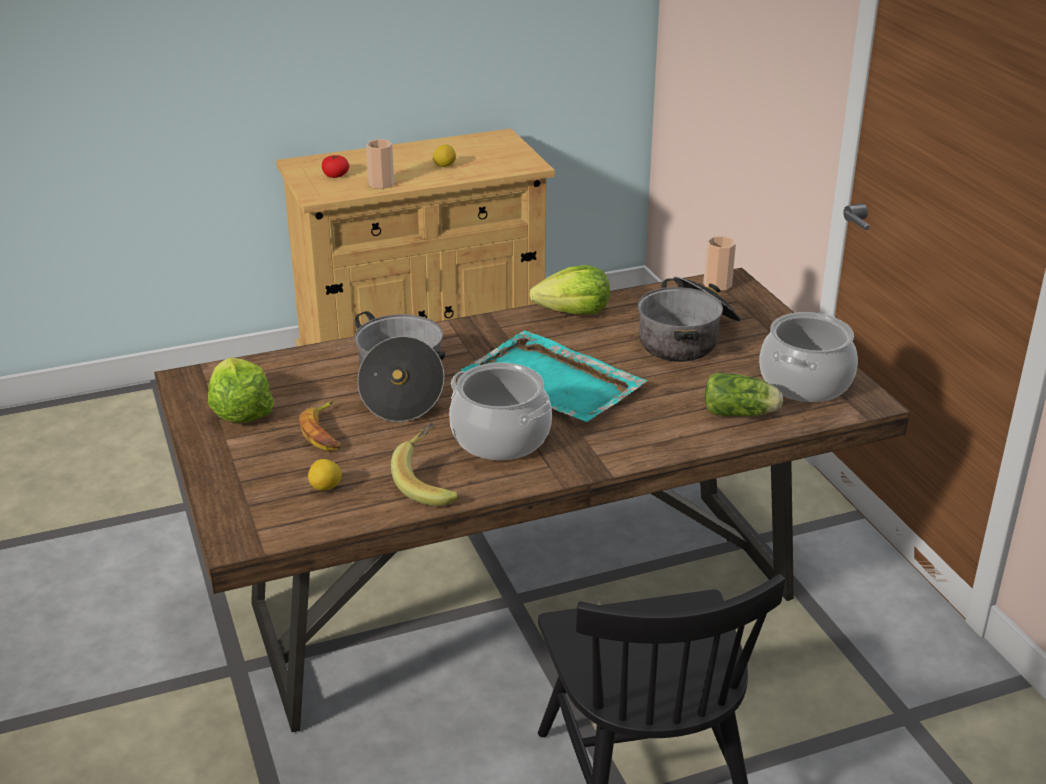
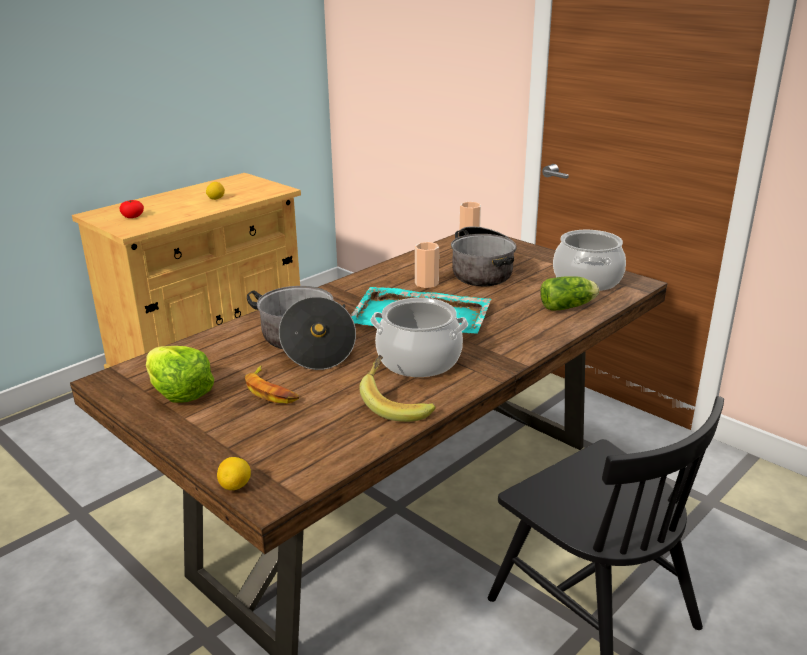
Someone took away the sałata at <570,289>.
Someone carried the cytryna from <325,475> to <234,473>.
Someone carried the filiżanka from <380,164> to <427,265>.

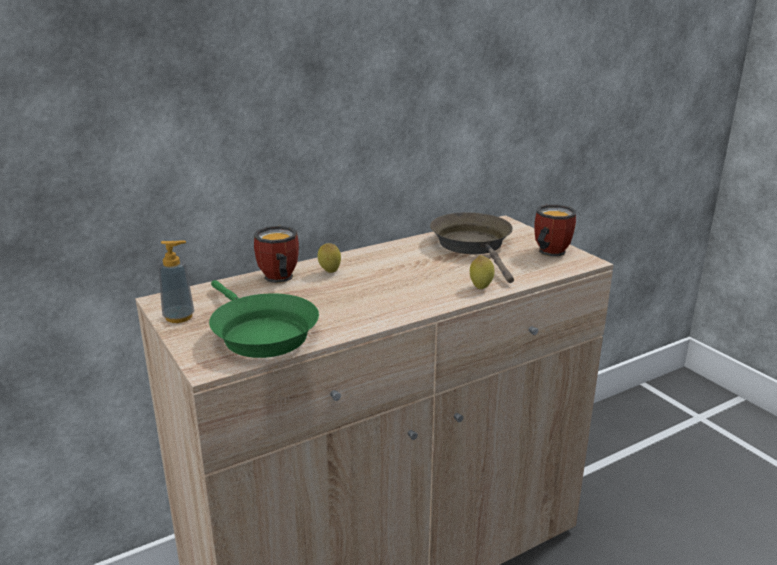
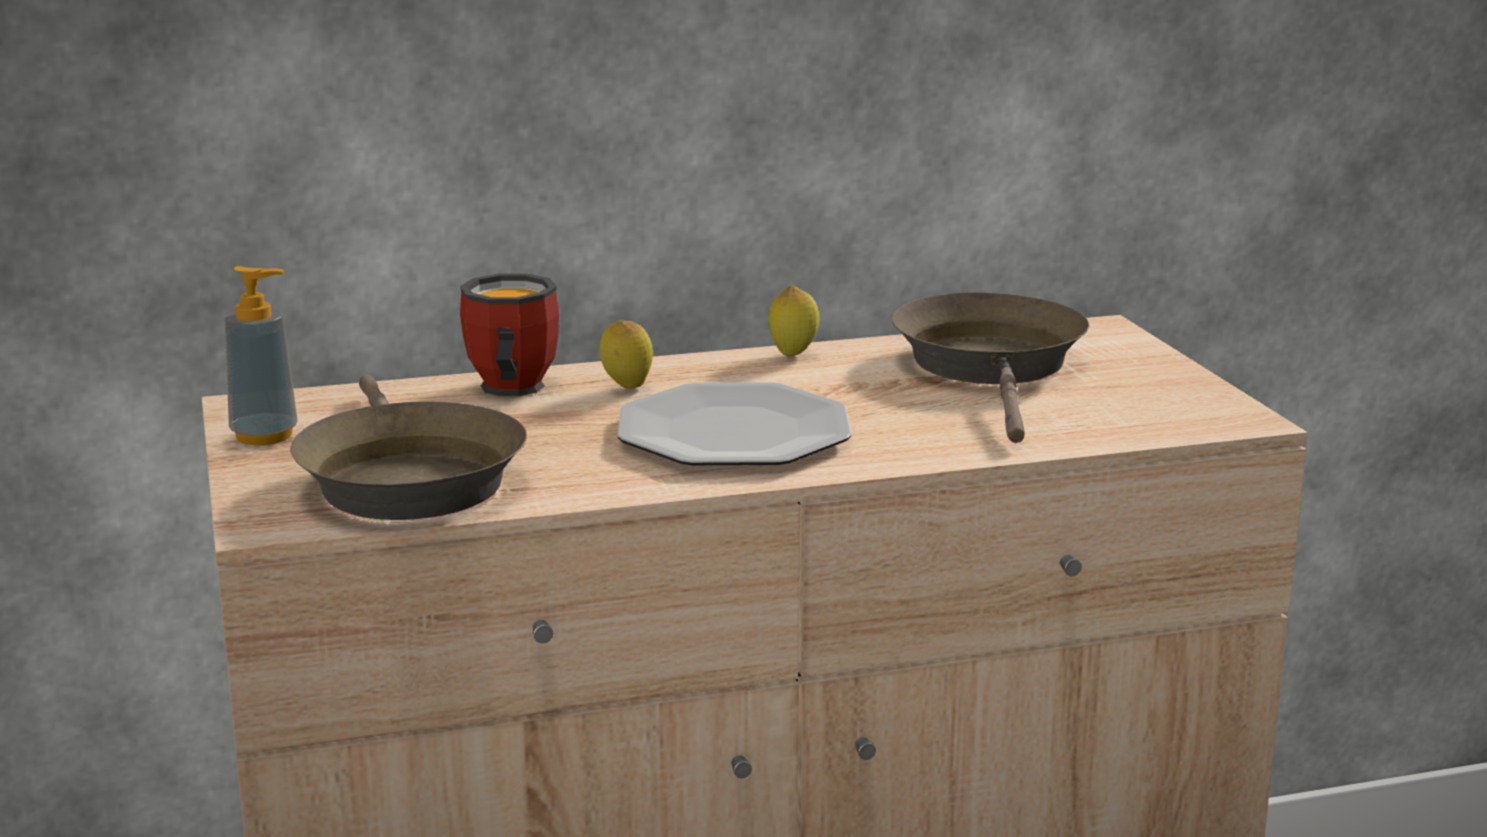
Someone took away the kubek at <556,230>.
Someone put down the talerz at <734,423>.
Someone carried the cytryna from <482,272> to <793,320>.
Someone repainted the patelnia/zielony at <264,319>, which became the patelnia/brązowy at <408,447>.

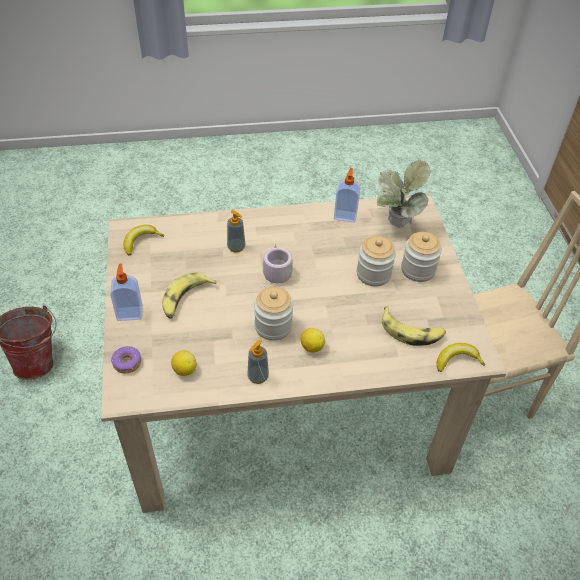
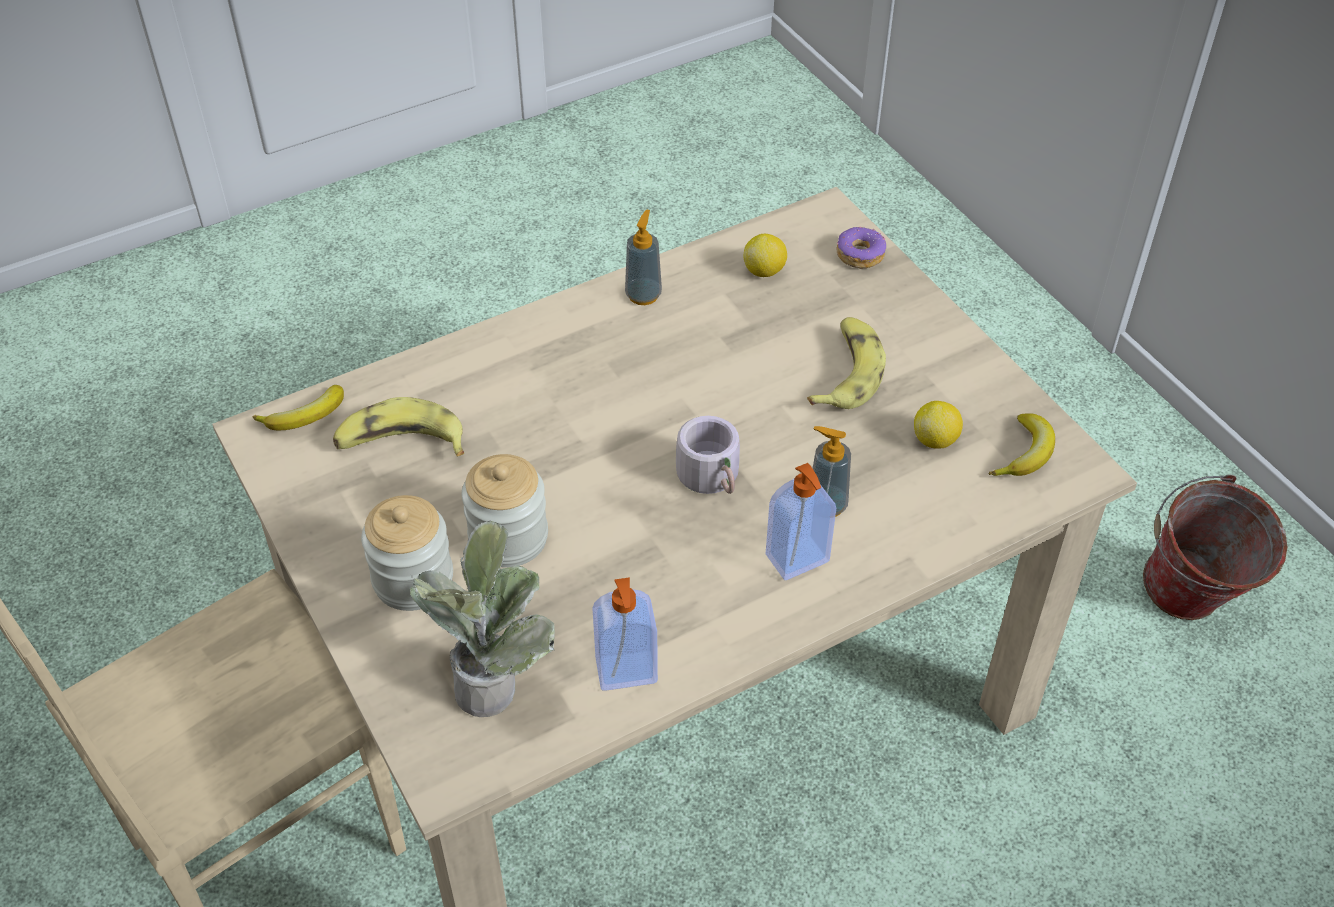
Someone took away the słoik at <273,314>.
Someone carried the dozownik mydła from <126,292> to <801,521>.
Someone carried the cytryna from <313,340> to <938,425>.

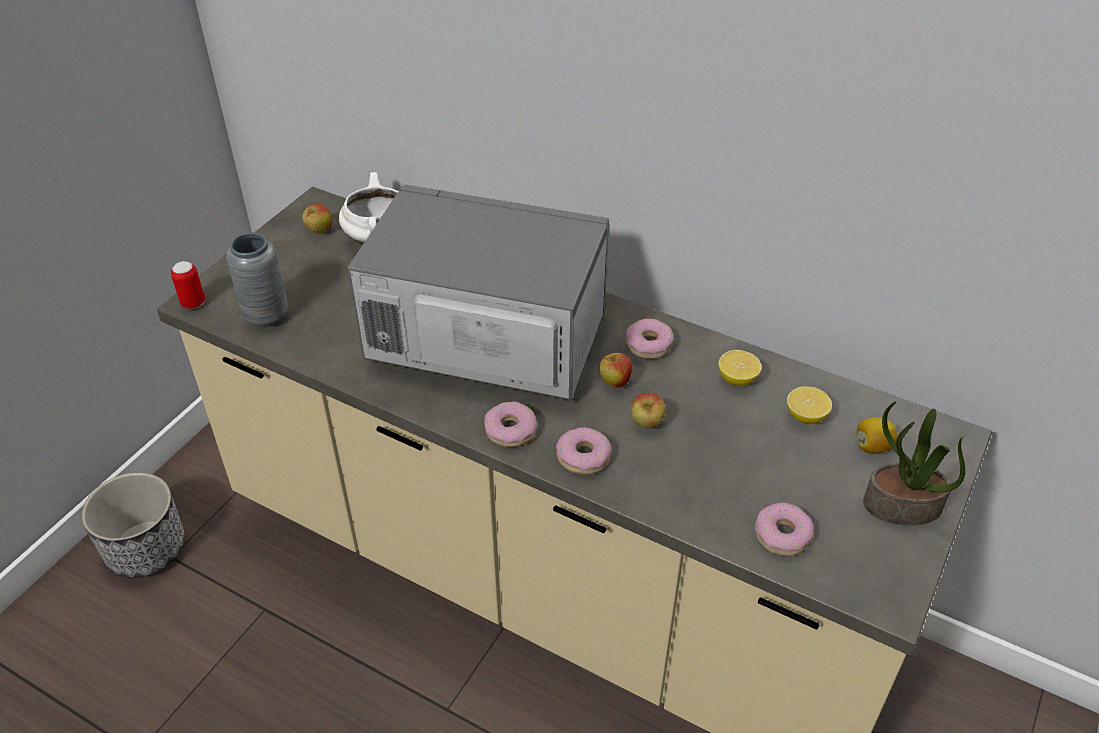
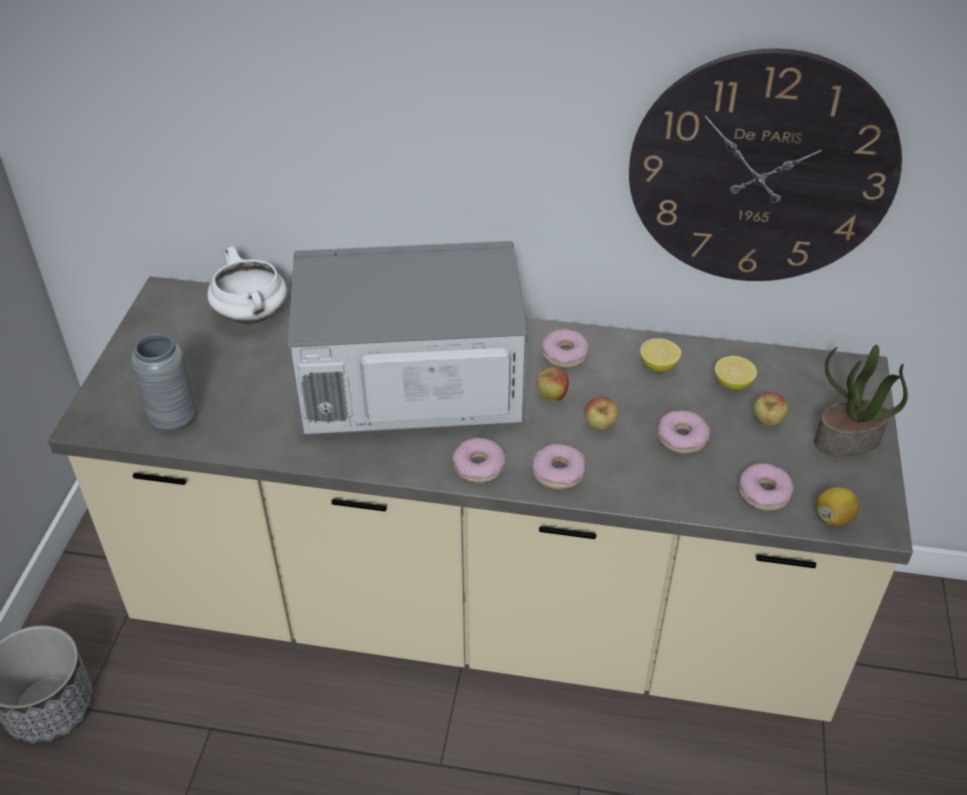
Someone took away the puszka at <188,285>.
Someone put up the zegar ścienny at <765,164>.
Someone put down the donut at <683,432>.
Someone carried the jabłko from <317,219> to <770,409>.
Someone carried the cytryna from <877,435> to <837,506>.

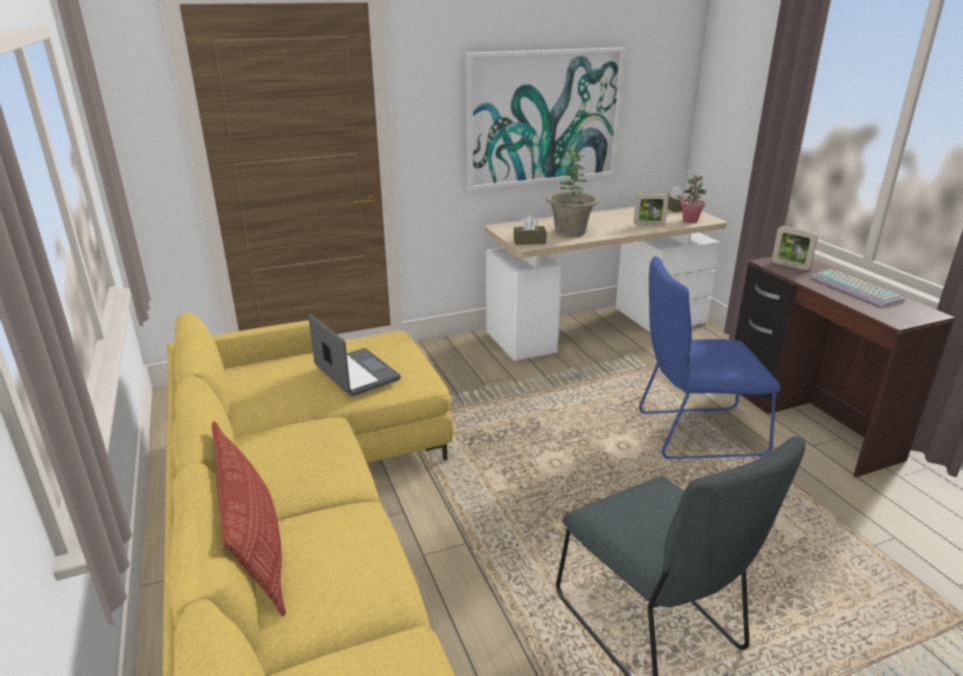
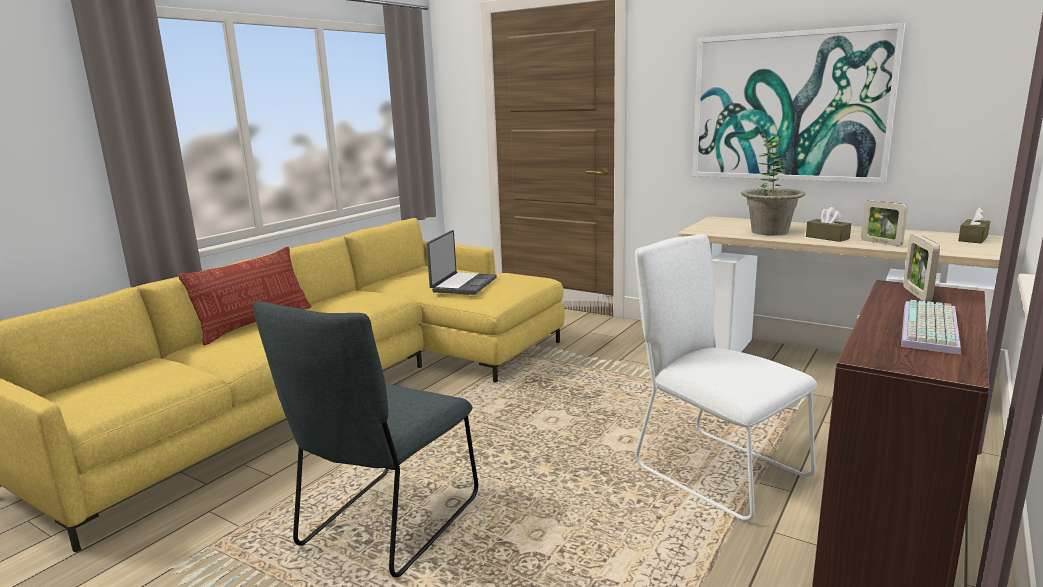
Someone took away the roślina doniczkowa at <693,199>.
Someone carried the pudełko chusteczek/brązowy from <530,230> to <828,224>.
Someone repainted the krzesło/niebieski at <710,357>, which became the krzesło/biały at <726,377>.

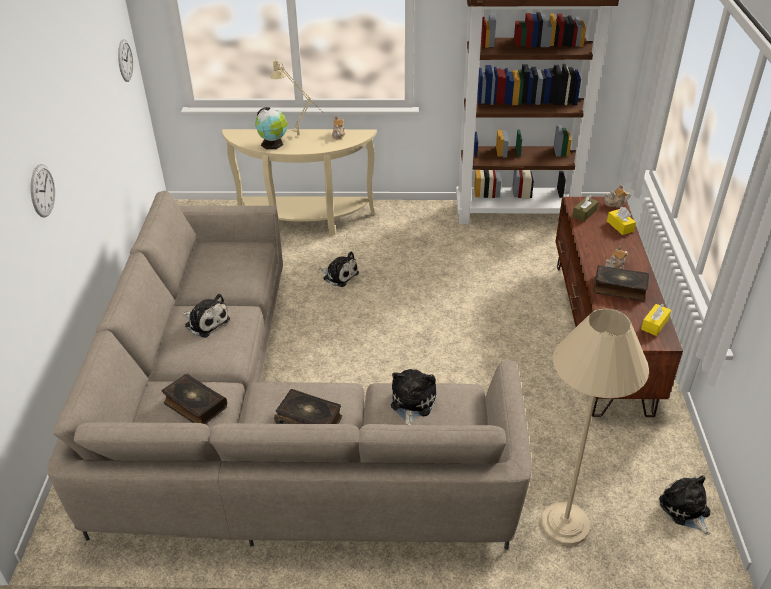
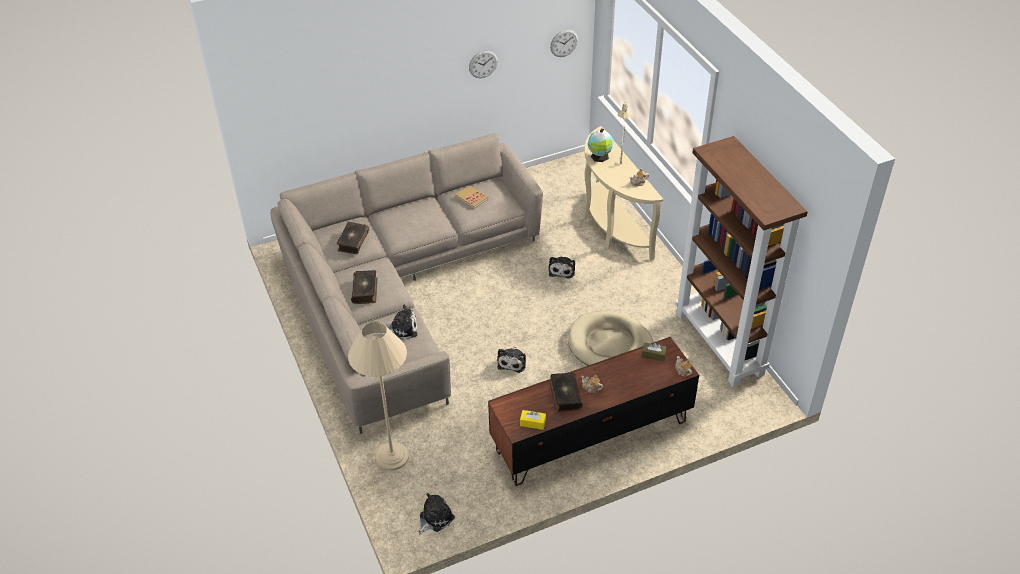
Someone took away the pudełko chusteczek/żółty at <621,221>.
Someone put down the książka at <471,197>.
Someone put down the legowisko/beżowy at <610,338>.
Someone carried the zegar ścienny from <43,191> to <483,64>.
Someone carried the pluszak from <206,316> to <511,359>.

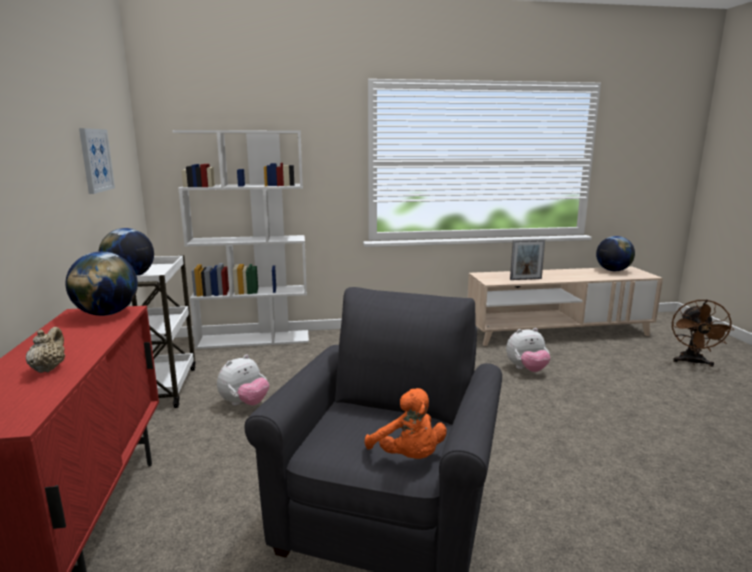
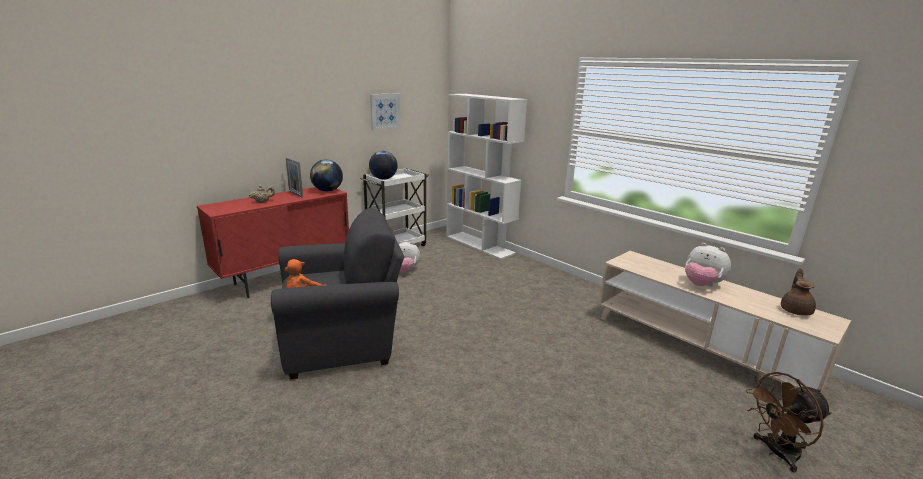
Someone carried the pluszak from <528,350> to <708,264>.
Someone carried the ramka na zdjęcie from <527,259> to <294,177>.
Someone swapped the globus at <615,253> for the imbryk/brązowy at <798,292>.

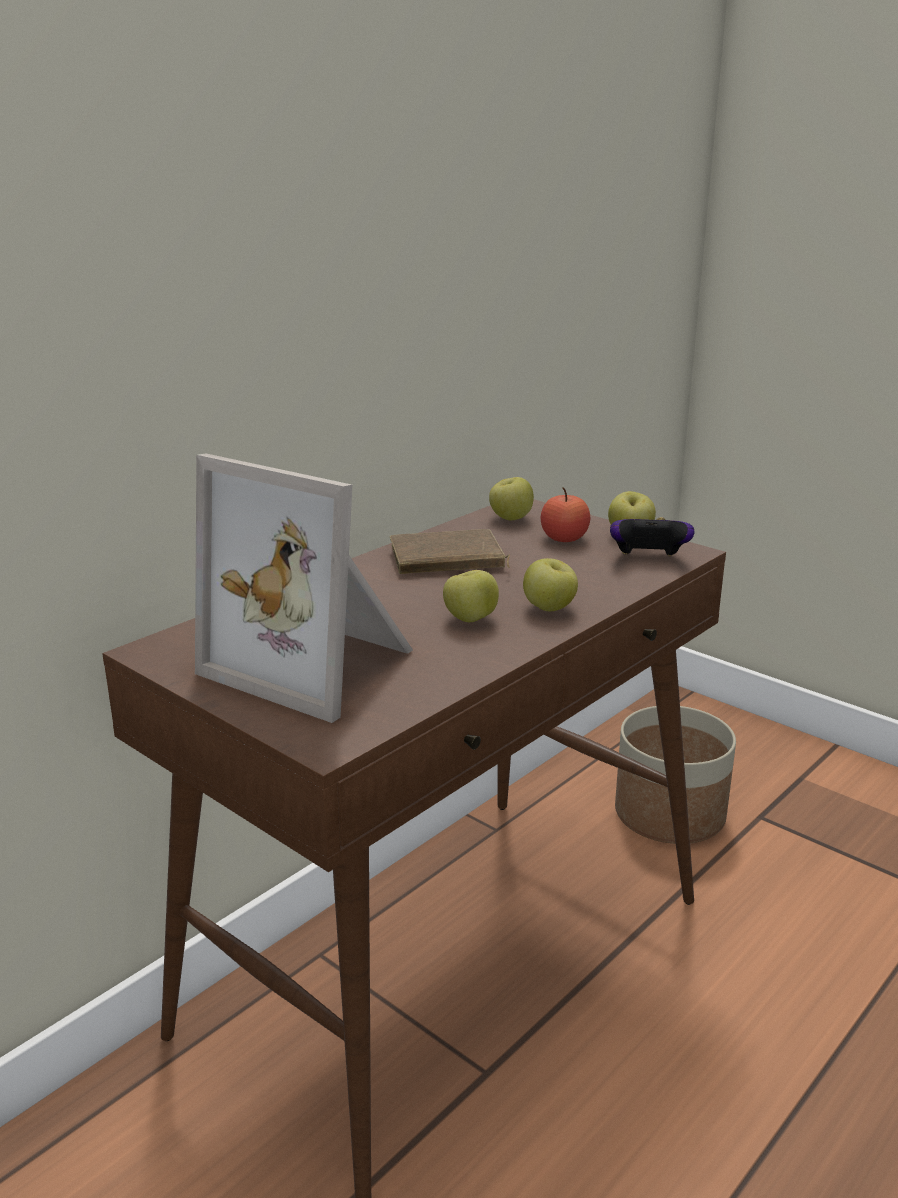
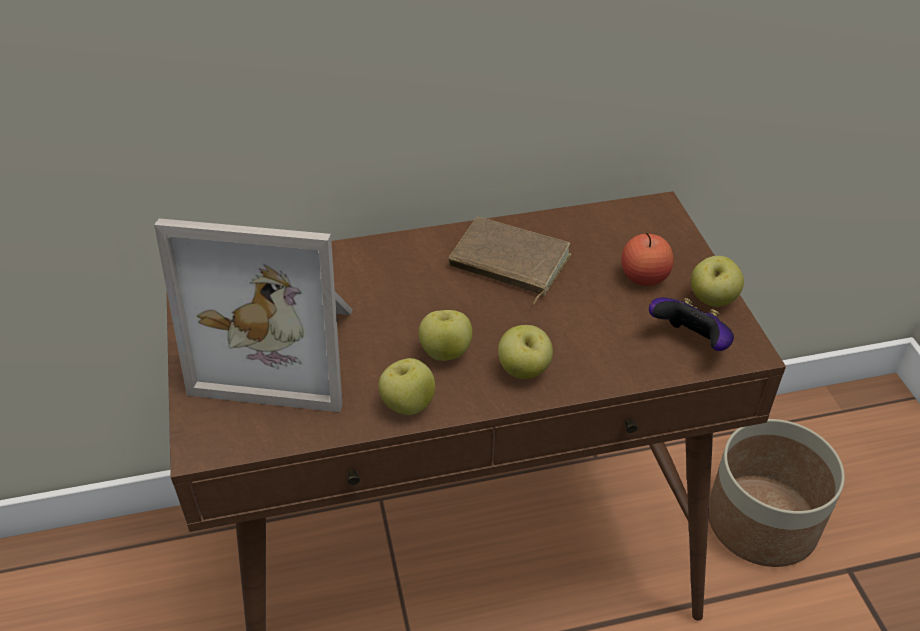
Someone carried the jabłko from <511,498> to <406,386>.
Someone rotated the ramka na zdjęcie at <304,588> by 60 degrees counterclockwise.

